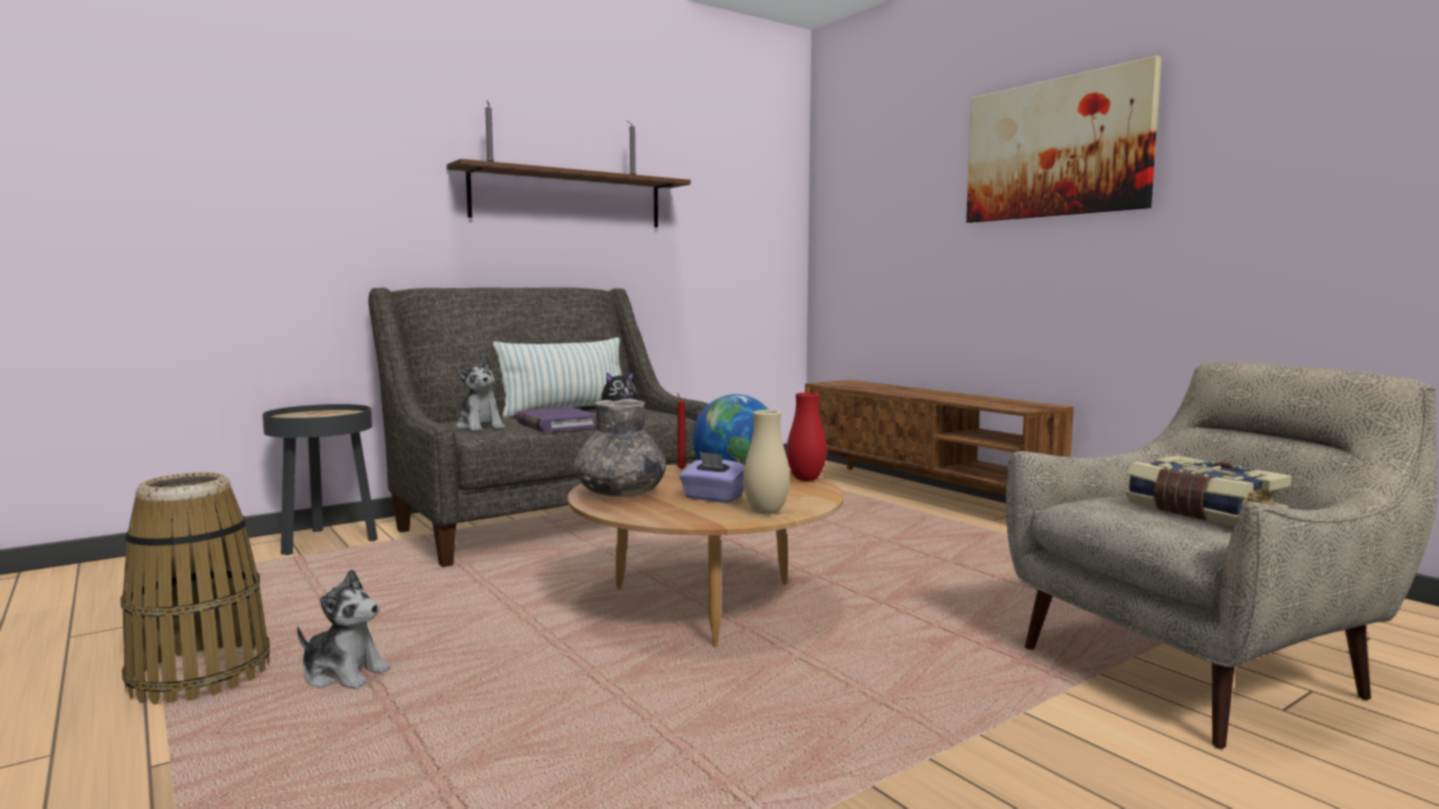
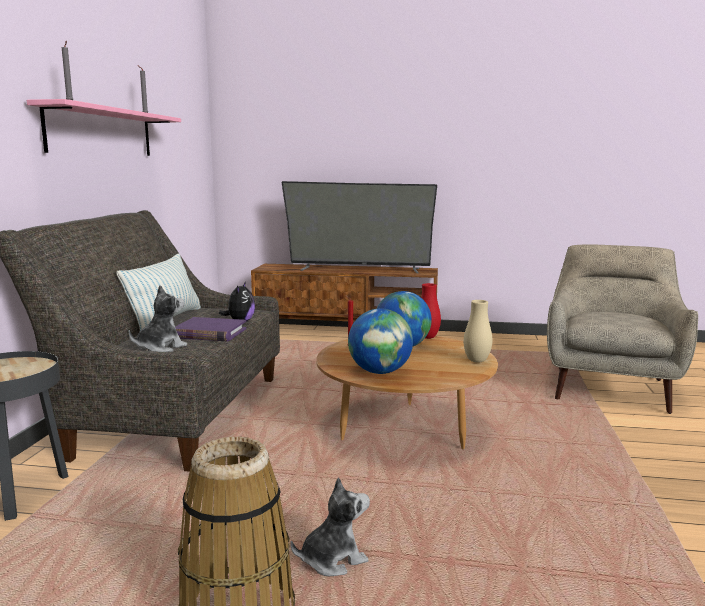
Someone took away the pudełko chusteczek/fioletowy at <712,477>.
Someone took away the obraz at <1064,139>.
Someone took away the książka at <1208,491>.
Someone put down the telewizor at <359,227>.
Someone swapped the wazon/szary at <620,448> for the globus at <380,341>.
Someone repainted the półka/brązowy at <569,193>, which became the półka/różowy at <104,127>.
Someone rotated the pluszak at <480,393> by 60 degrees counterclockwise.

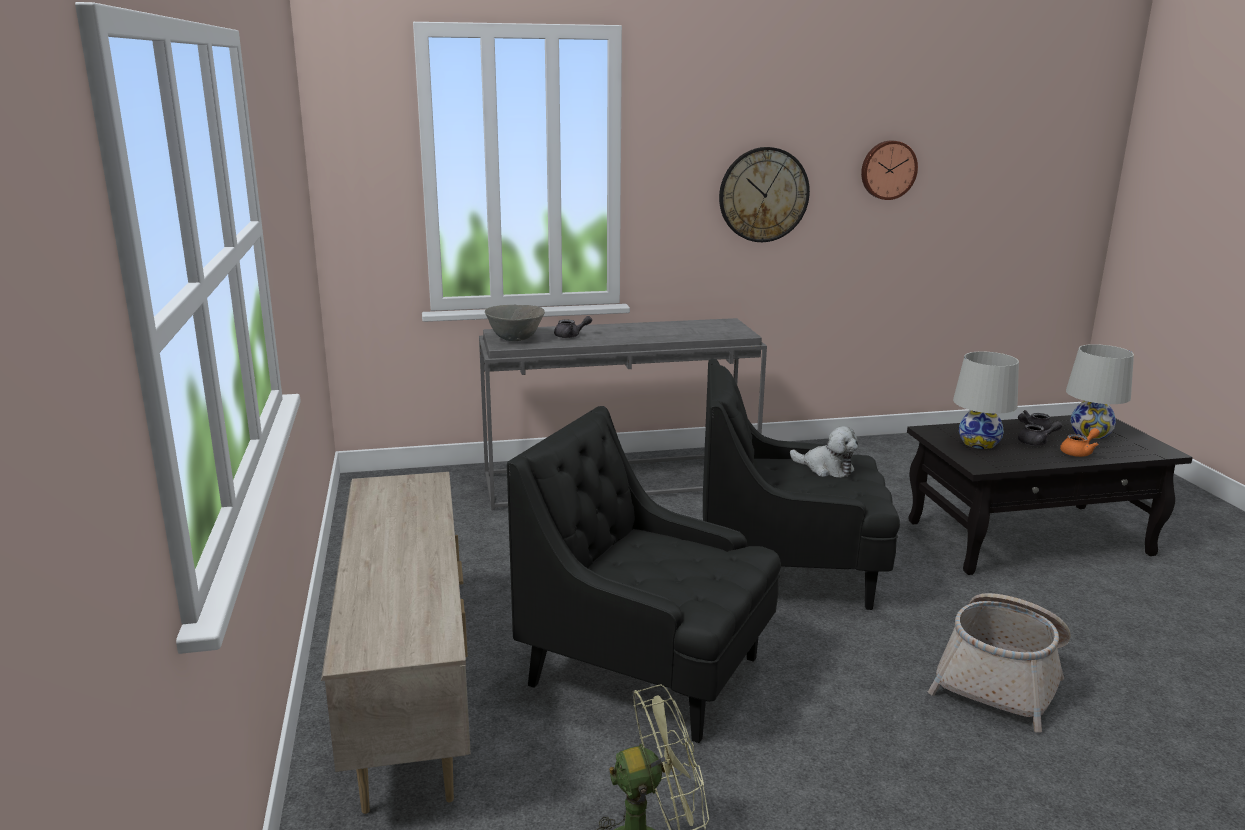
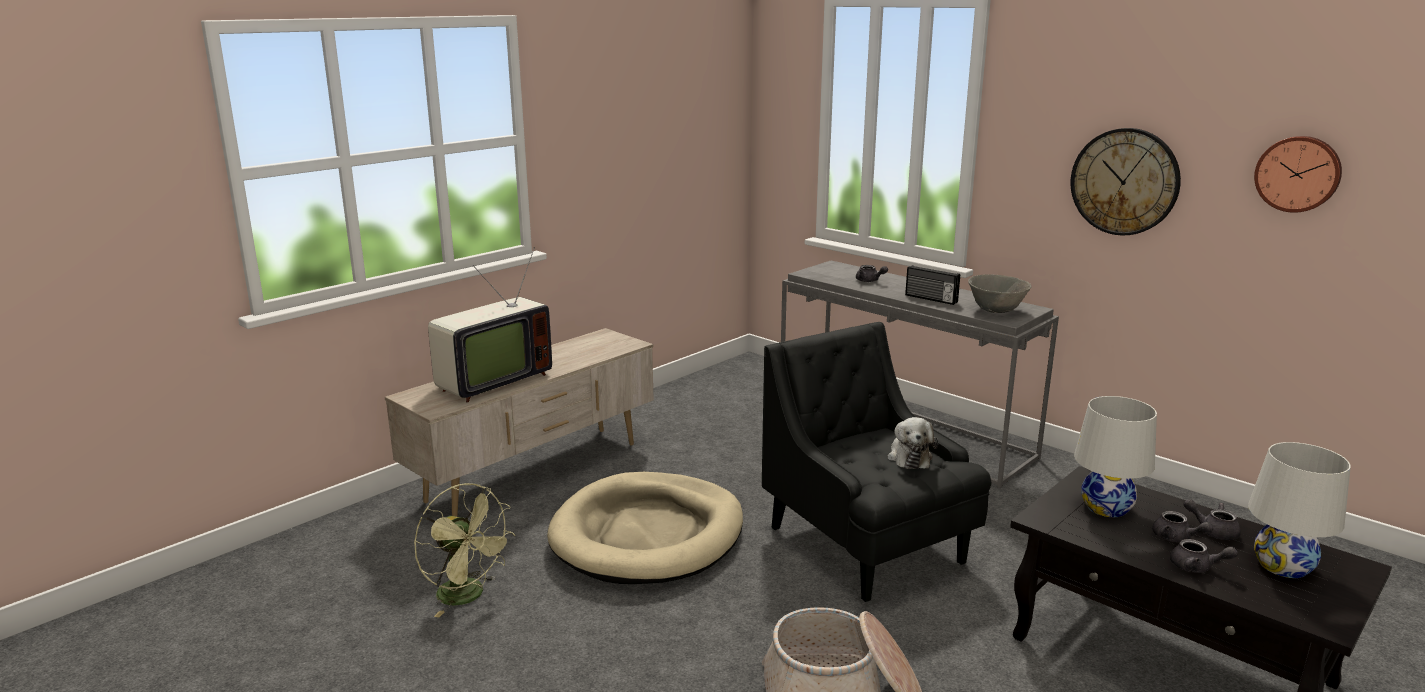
Someone put down the telewizor at <490,324>.
Someone put down the radio at <932,285>.
Someone carried the miska/szary from <515,323> to <1000,293>.
Someone swapped the fotel/czarny at <644,574> for the legowisko/beżowy at <645,528>.
Someone repainted the imbryk/pomarańczowy at <1080,442>, which became the imbryk/szary at <1204,556>.

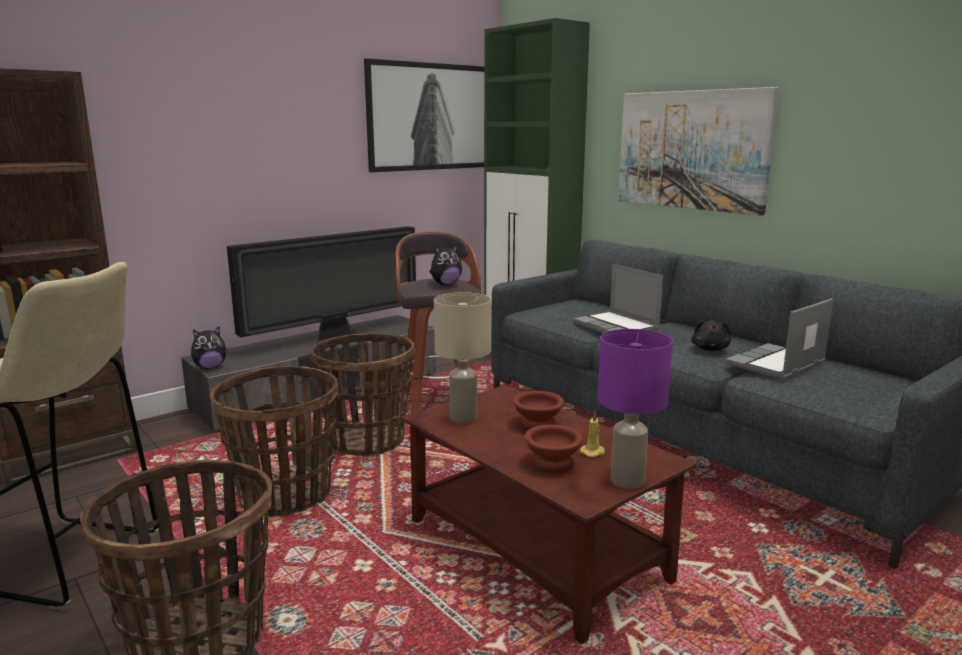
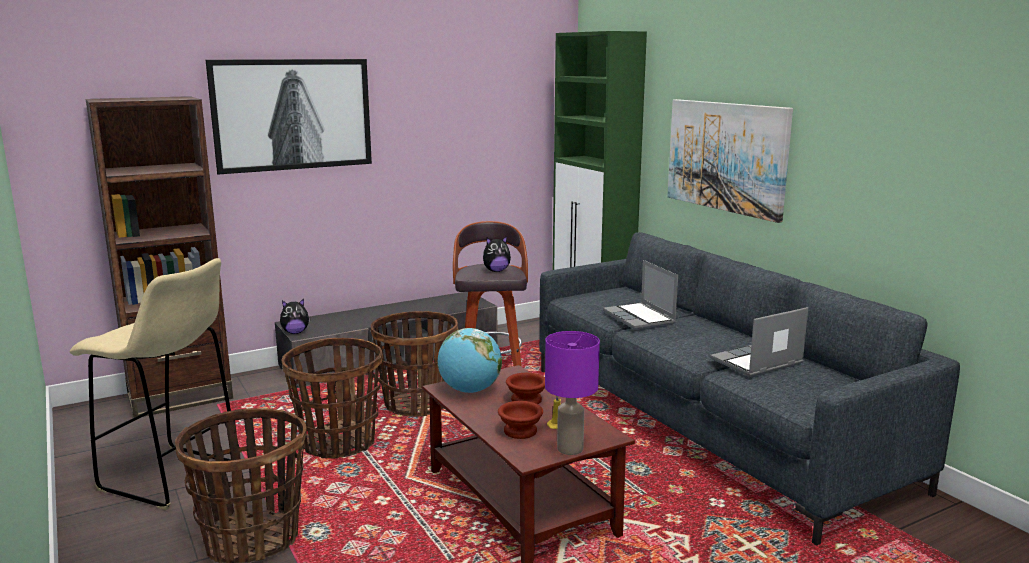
Someone took away the telewizor at <321,284>.
Someone took away the pluszak/czarny at <711,335>.
Someone carried the obraz from <424,115> to <289,116>.
Someone swapped the lampa stołowa/beżowy at <462,358> for the globus at <469,360>.

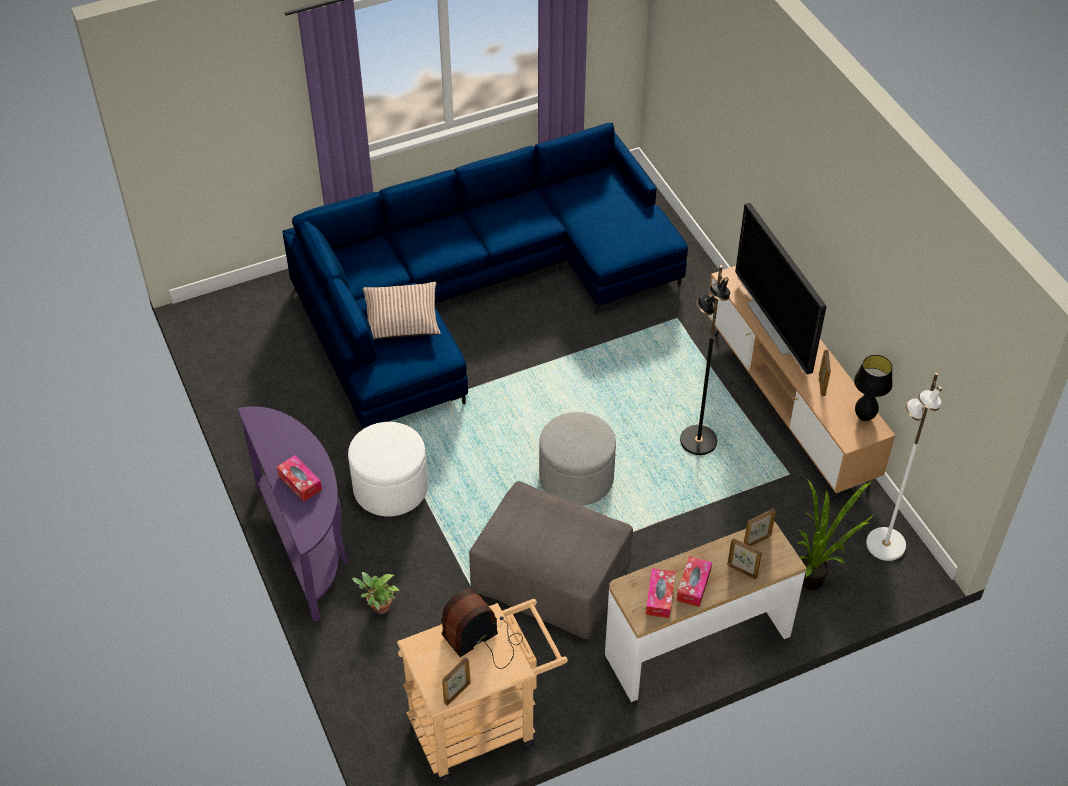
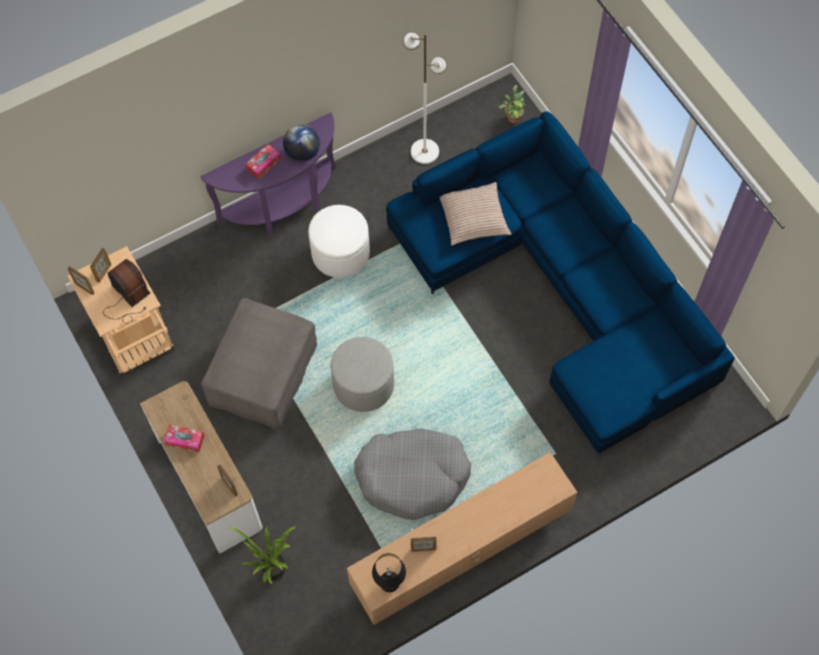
Someone took away the pudełko chusteczek at <660,593>.
Someone took away the telewizor at <780,289>.
Someone put down the globus at <301,143>.
Someone carried the roślina doniczkowa from <375,593> to <512,104>.
Someone carried the ramka na zdjęcie from <744,559> to <100,265>.
Someone carried the lampa stojąca/biały from <904,467> to <425,98>.
Someone swapped the lampa stojąca/czarny at <705,360> for the legowisko/szary at <412,474>.

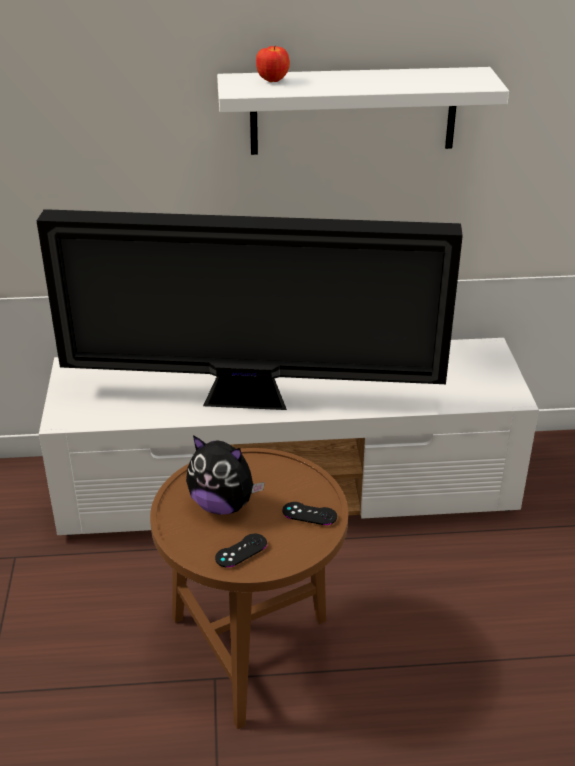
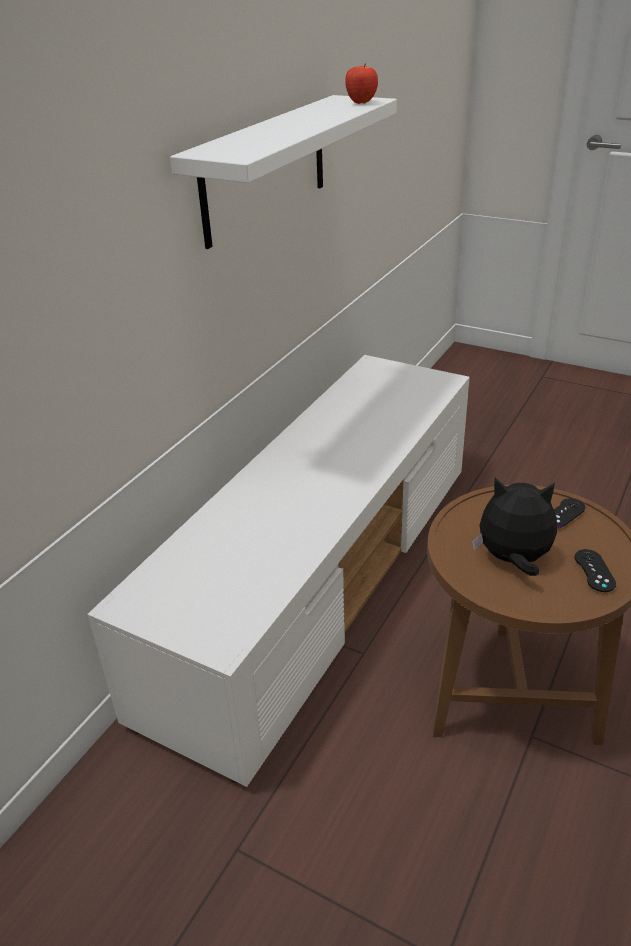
Someone took away the telewizor at <250,309>.
Someone carried the jabłko from <273,64> to <361,83>.
Someone rotated the pluszak at <225,475> by 135 degrees counterclockwise.

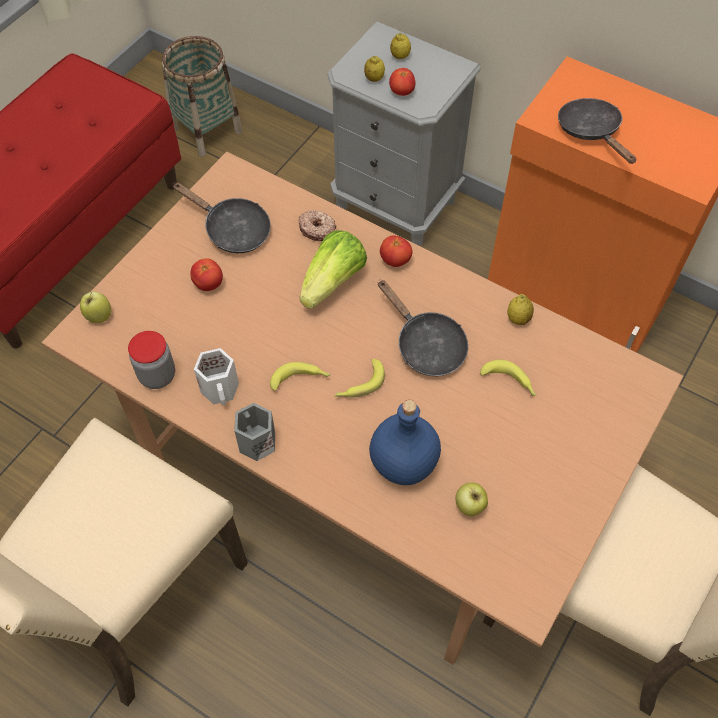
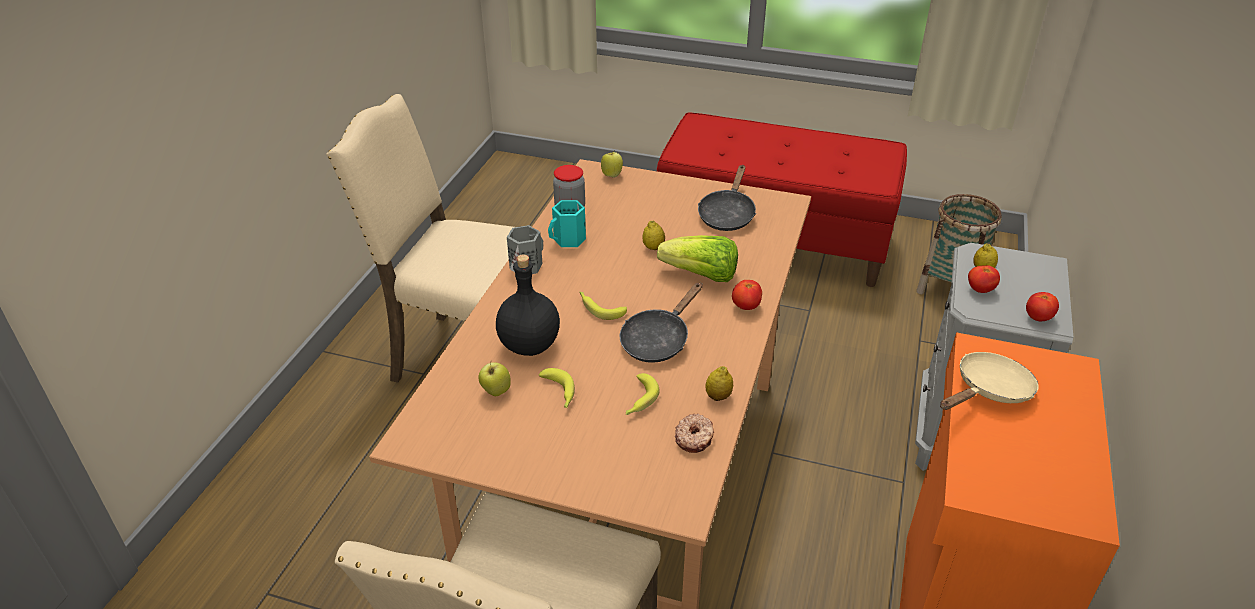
Someone carried the pomidor from <206,274> to <1042,306>.
Someone carried the banan from <300,376> to <557,388>.
Someone carried the donut from <317,225> to <694,433>.
Someone carried the cytryna from <400,46> to <654,235>.
Someone repainted the kubek/biały at <216,376>, which became the kubek/turkusowy at <567,223>.
Someone repainted the butelka/niebieski at <405,442>, which became the butelka/czarny at <528,305>.
Someone repainted the patelnia/czarny at <597,131>, which became the patelnia/beżowy at <989,381>.

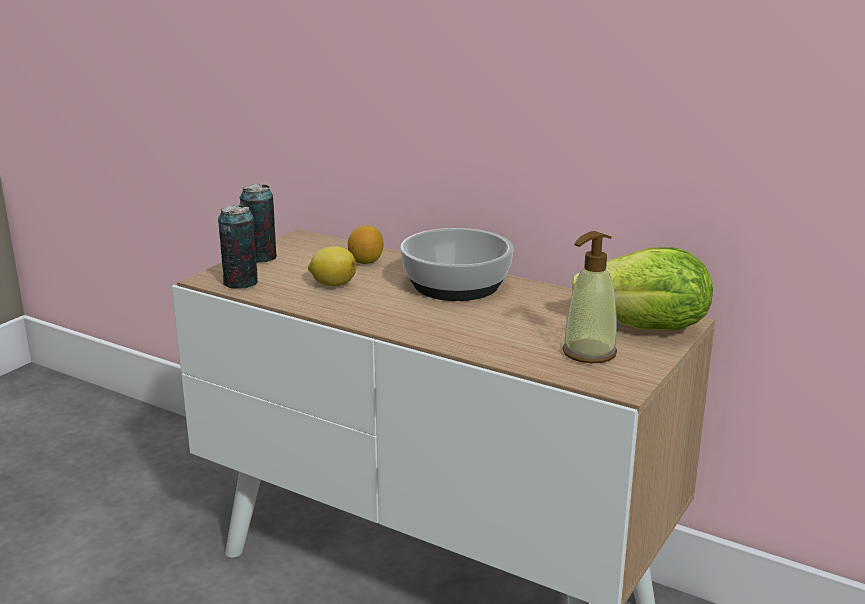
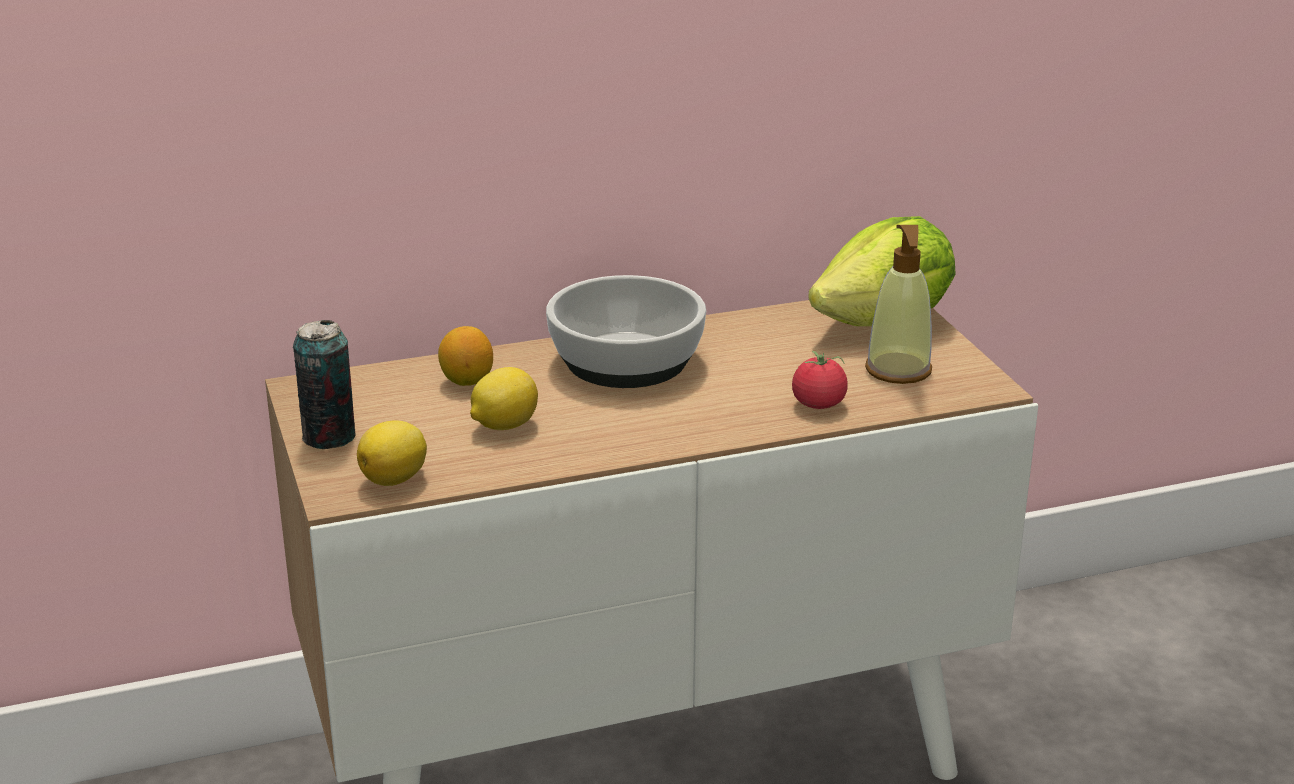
Someone put down the pomidor at <820,380>.
Someone swapped the puszka at <238,247> for the cytryna at <392,453>.

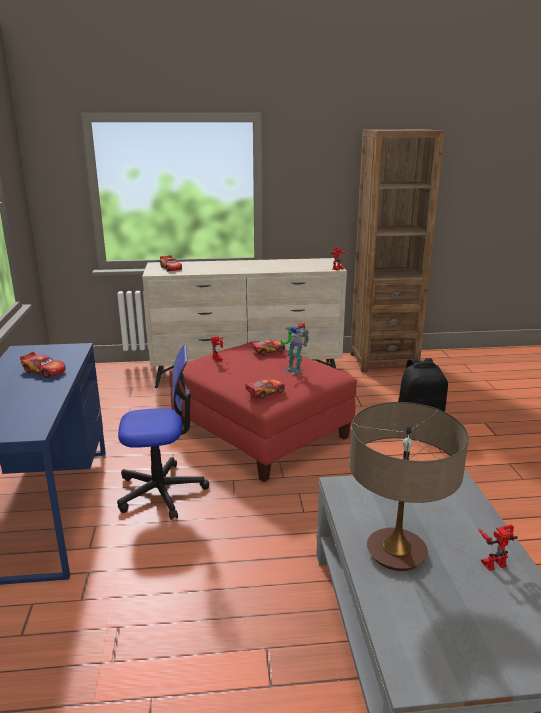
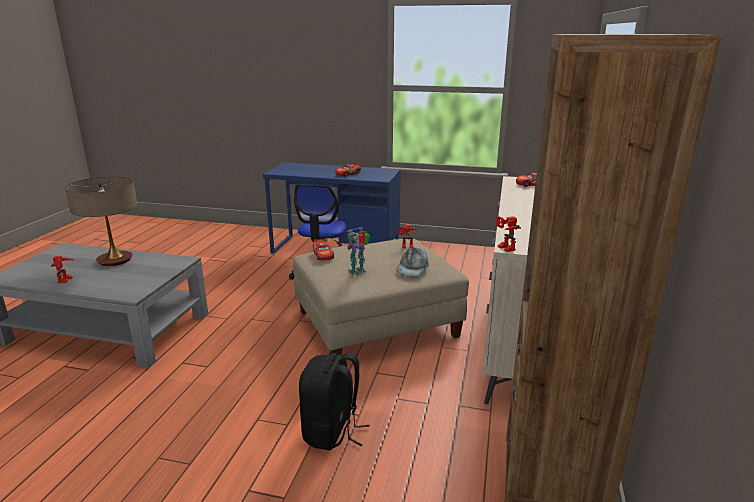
Someone swapped the samochodzik at <267,347> for the czapka z daszkiem/szary at <412,262>.
Someone repainted the pufa/czerwony at <263,411>, which became the pufa/beżowy at <381,296>.

